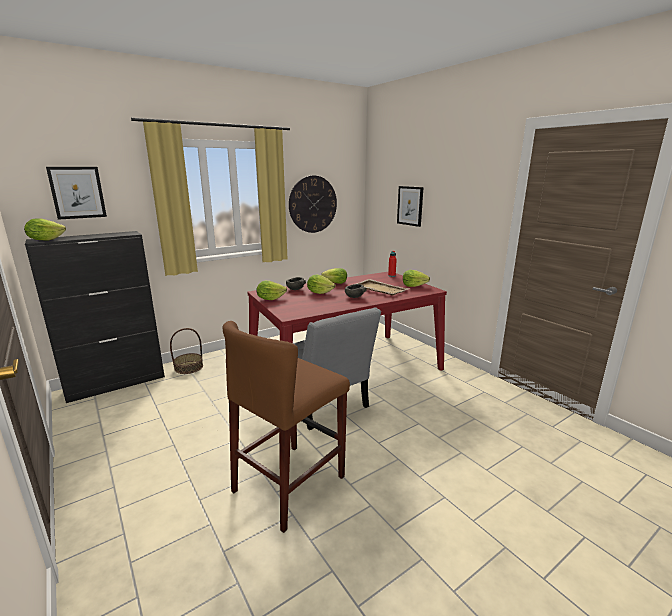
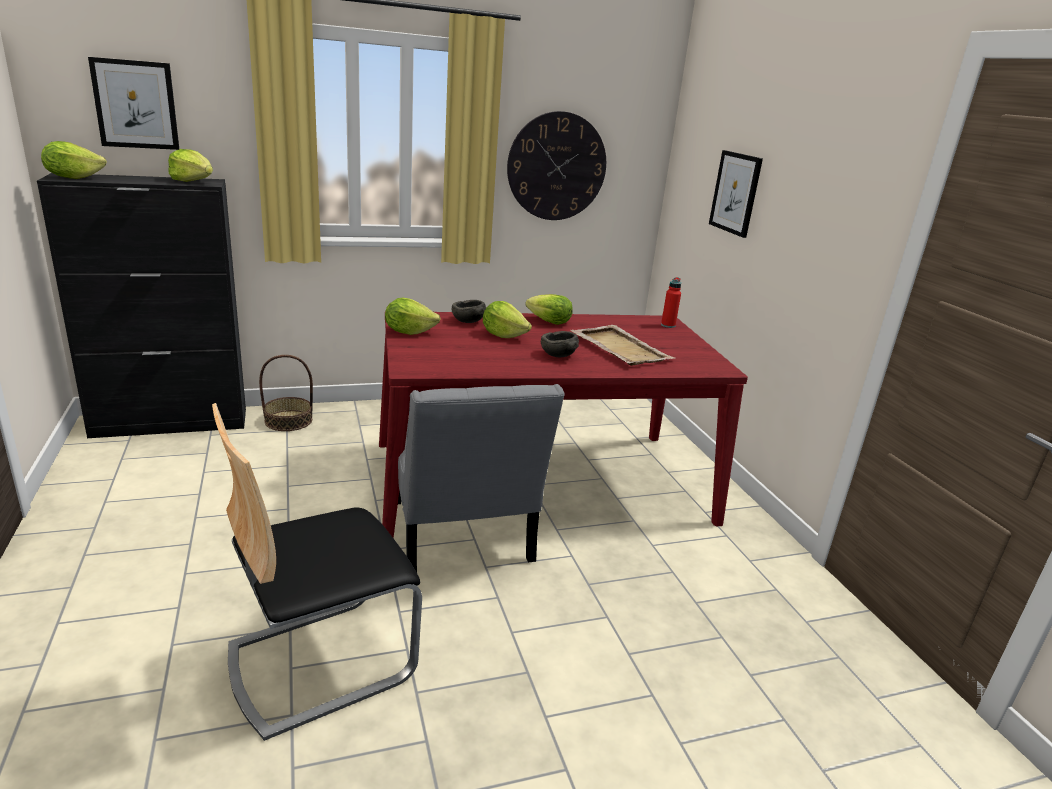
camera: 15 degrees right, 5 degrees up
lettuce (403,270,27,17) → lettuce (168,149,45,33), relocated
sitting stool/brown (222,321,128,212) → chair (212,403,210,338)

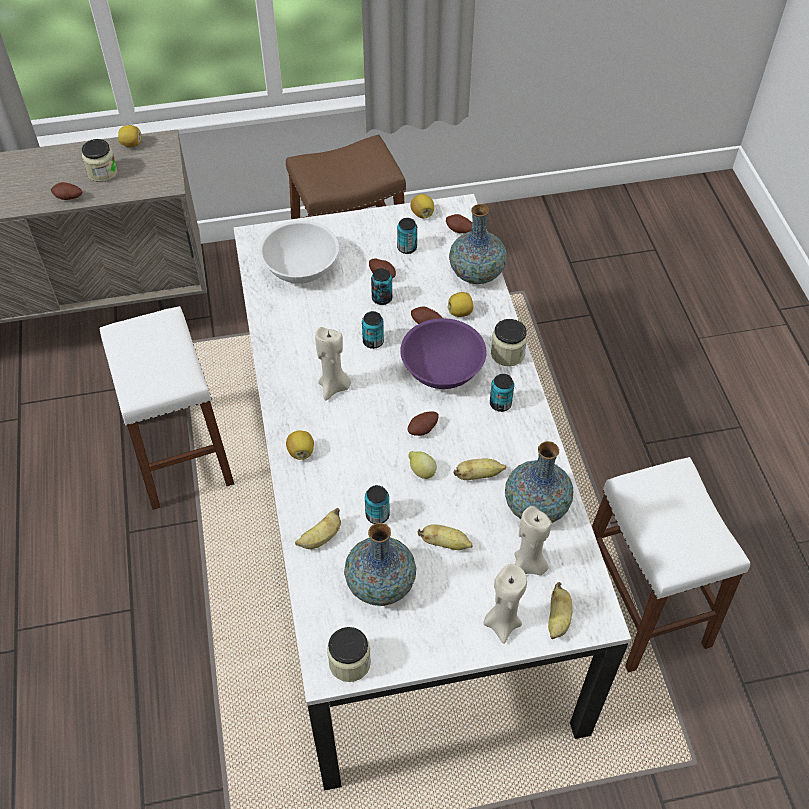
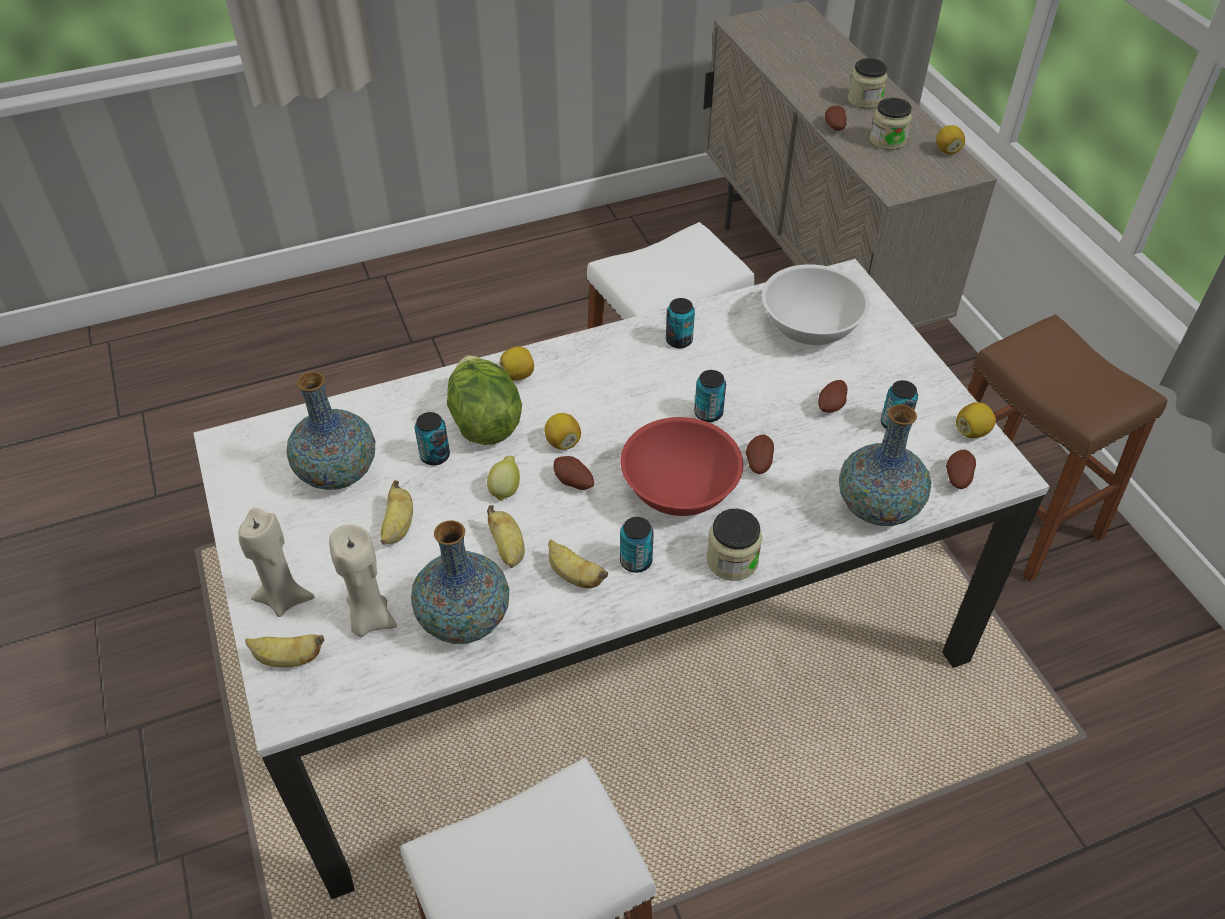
camera: 80 degrees right, 5 degrees down
wax candle/beige (315,327,36,73) → -
- → lettuce (447,355,75,90)
banana (295,508,46,41) → banana (548,539,60,49), relocated
preserve jar (327,627,44,55) → preserve jar (848,58,40,51), relocated
can (371,268,21,37) → can (666,298,29,50), relocated
whole lemon (448,292,25,25) → whole lemon (544,413,37,37), relocated
deep dish/purplish (400,318,87,71) → deep dish/red (620,417,123,99)

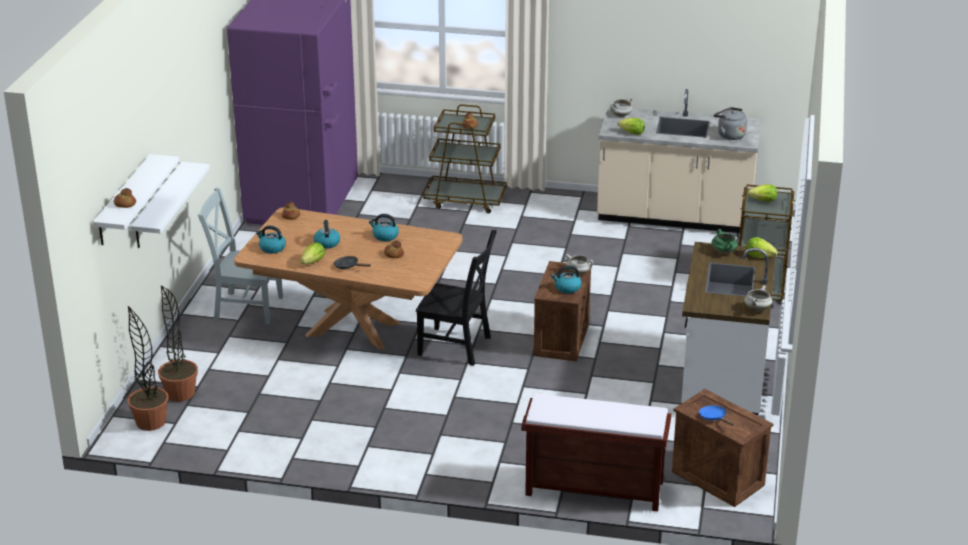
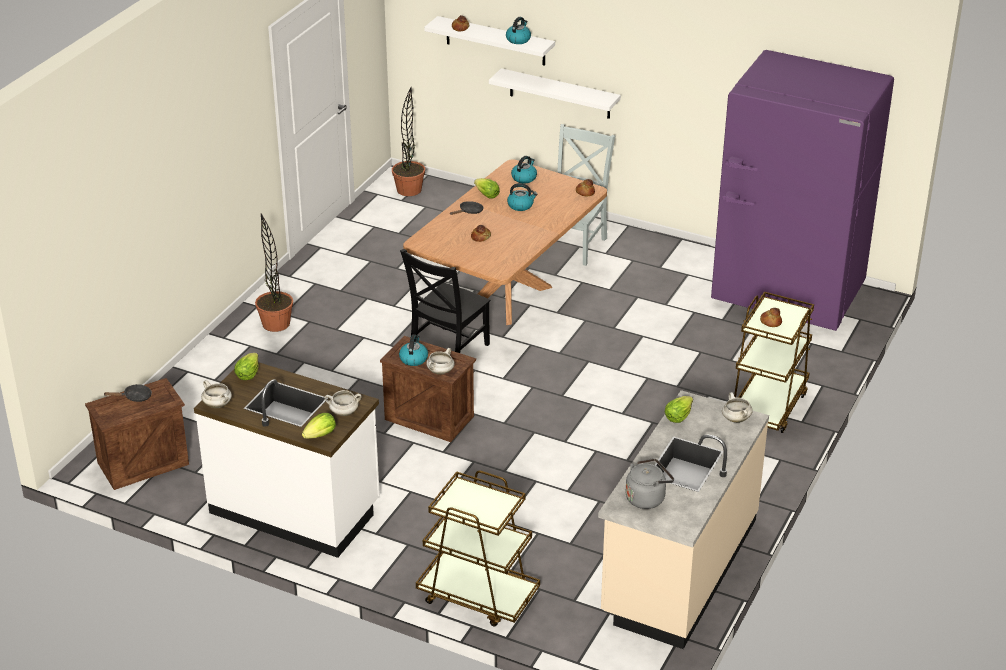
camera: 105 degrees right, 5 degrees up
bench/brown (521,393,151,118) → -
houseplant (158,286,40,116) → houseplant (255,213,38,119), relocated
tea kettle (369,214,30,27) → tea kettle (506,17,25,27), relocated
lettuce (747,184,30,18) → lettuce (234,353,25,27), relocated
skillet/bluish (699,405,35,21) → skillet/black (104,384,48,18)
stockpot/greenish (711,229,27,25) → stockpot/whitish (325,390,37,26)

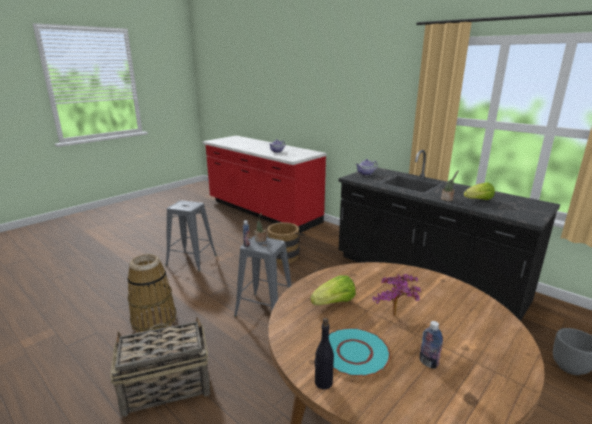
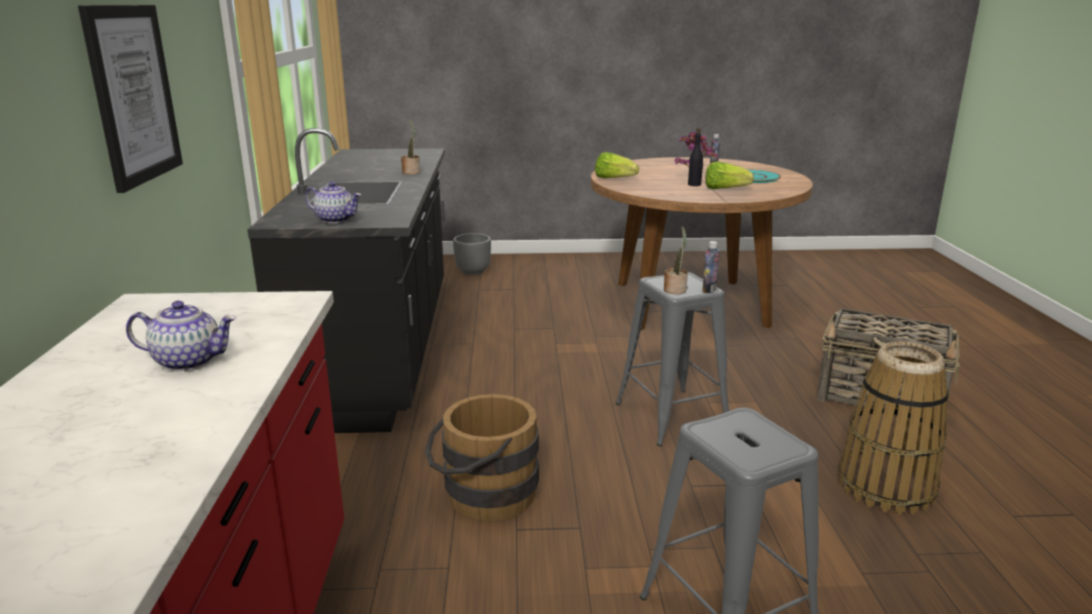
camera: 135 degrees left, 0 degrees up
- → picture (78,5,105,188)
drink bottle/black (315,318,19,72) → drink bottle/black (688,128,15,58), relocated
lettuce (464,182,31,18) → lettuce (595,152,44,26), relocated

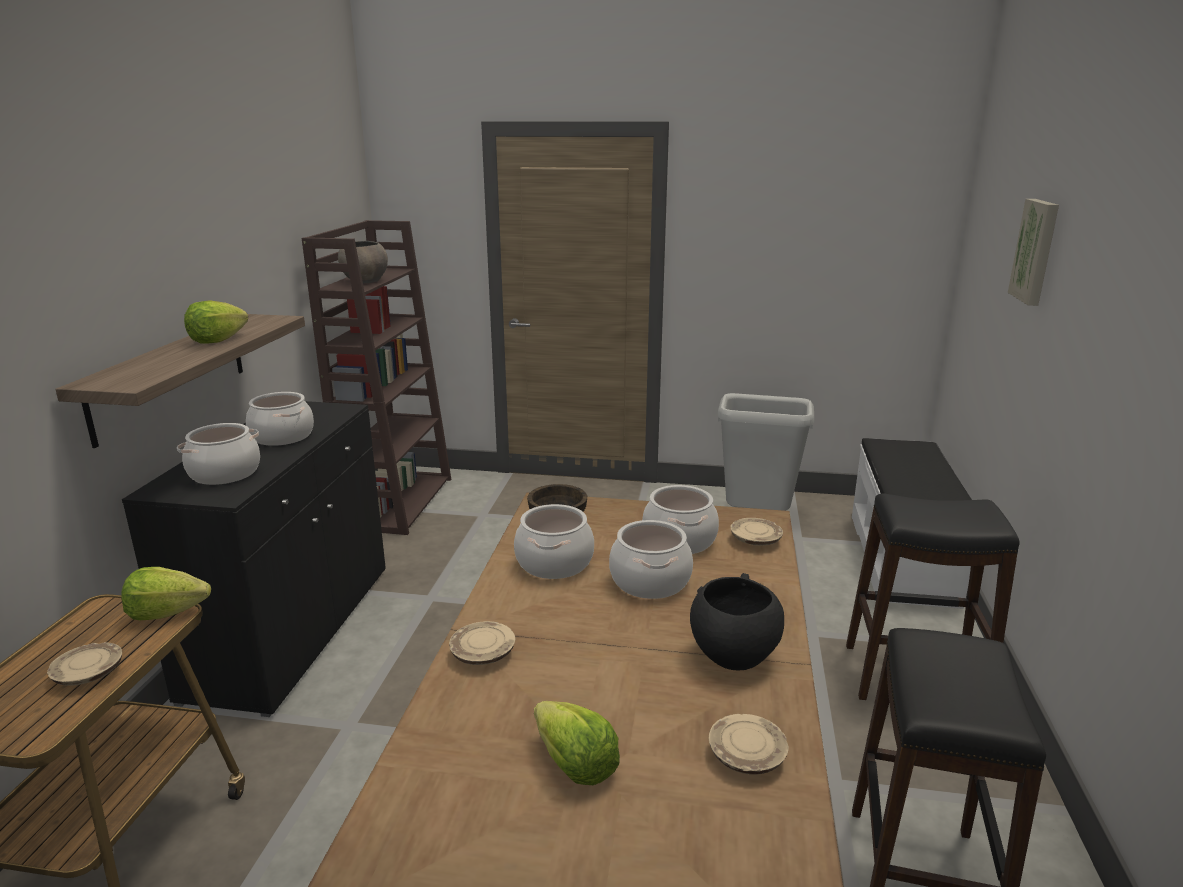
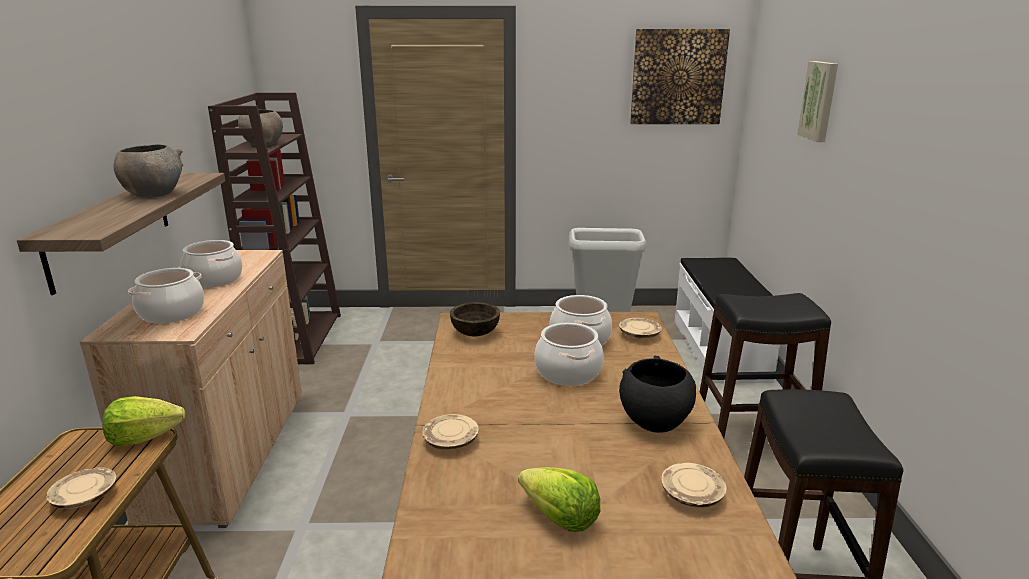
camera: 10 degrees left, 0 degrees up
stockpot (514,504,80,75) → -
- → picture (630,29,100,95)
lettuce (184,300,64,44) → deep dish/grey (114,144,69,54)
cabinet/black (122,401,264,316) → cabinet/beige (80,250,222,278)

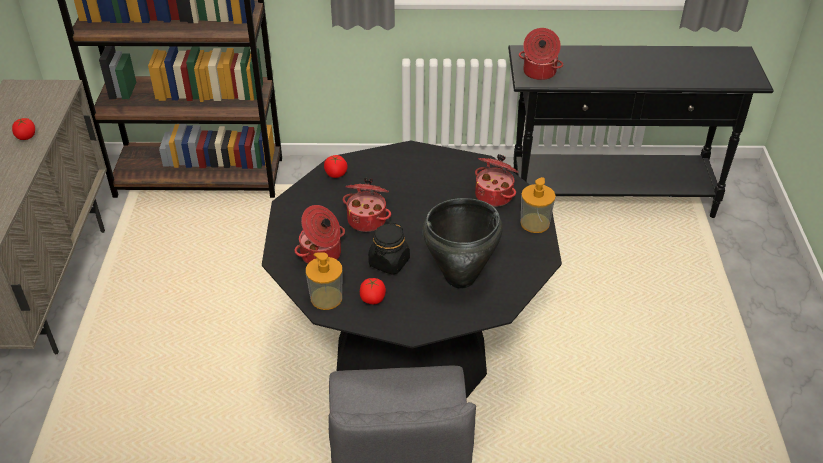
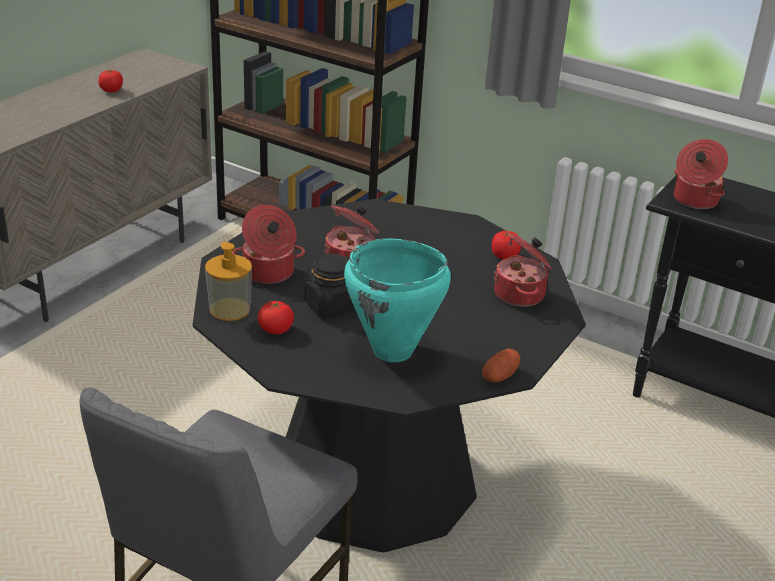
camera: 30 degrees right, 10 degrees down
soap bottle (520,177,36,56) → -
- → whole potato (482,349,39,33)
fresh tomato (324,155,24,23) → fresh tomato (492,231,29,28), relocated
stockpot/black (422,198,81,91) → stockpot/blue-green (344,239,107,123)

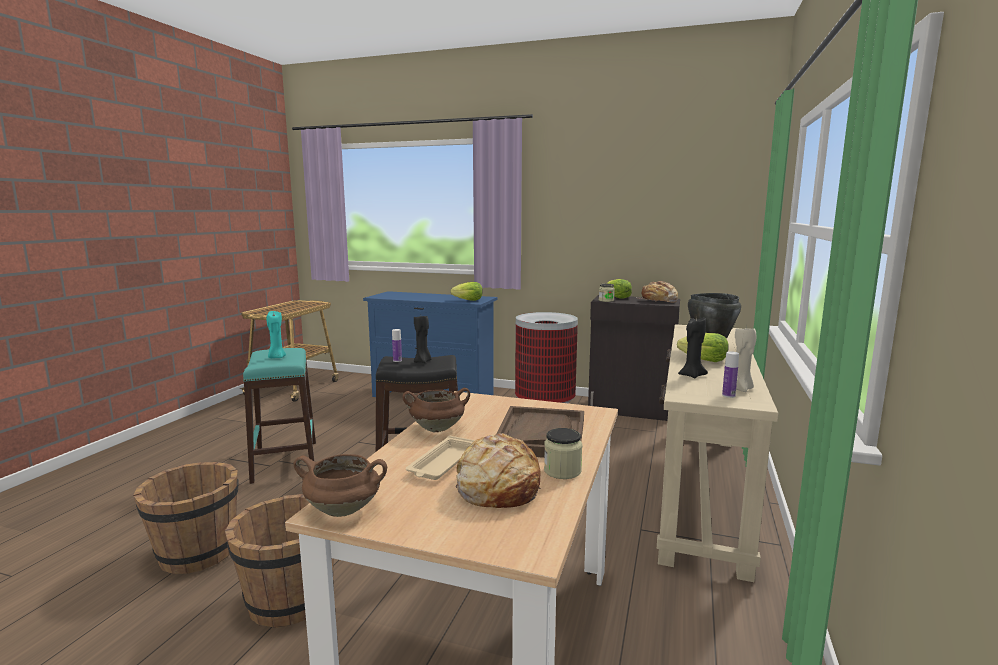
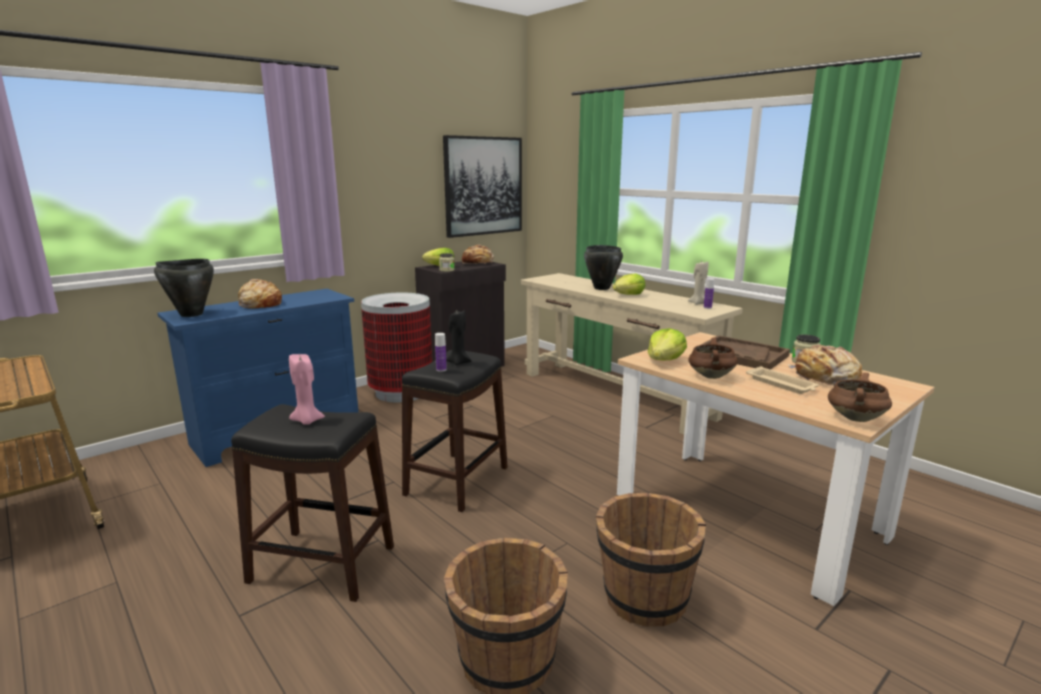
camera: 60 degrees left, 5 degrees up
wax candle/black (678,317,30,61) → -
- → stockpot/black (154,259,60,58)
- → baked bread (238,279,44,30)
- → picture (443,135,79,103)
lettuce (450,282,33,19) → lettuce (648,328,39,33), relocated
sitting stool/blue-green (243,348,73,136) → sitting stool/black (231,404,163,198)
wax candle/blue-green (266,310,20,48) → wax candle/pink-coloured (289,354,36,71)

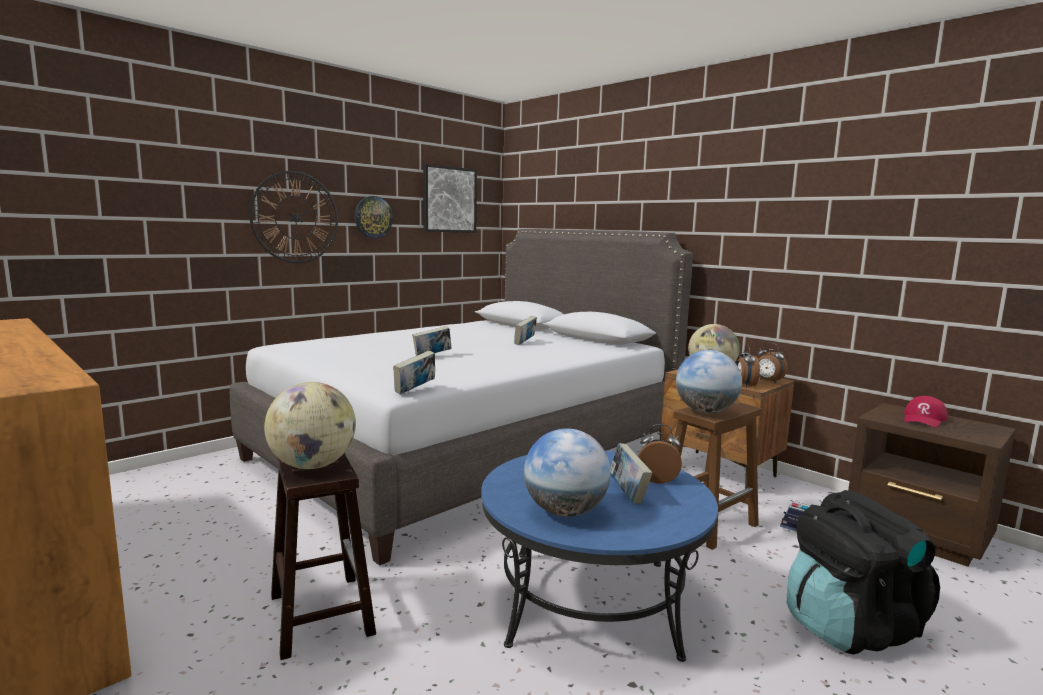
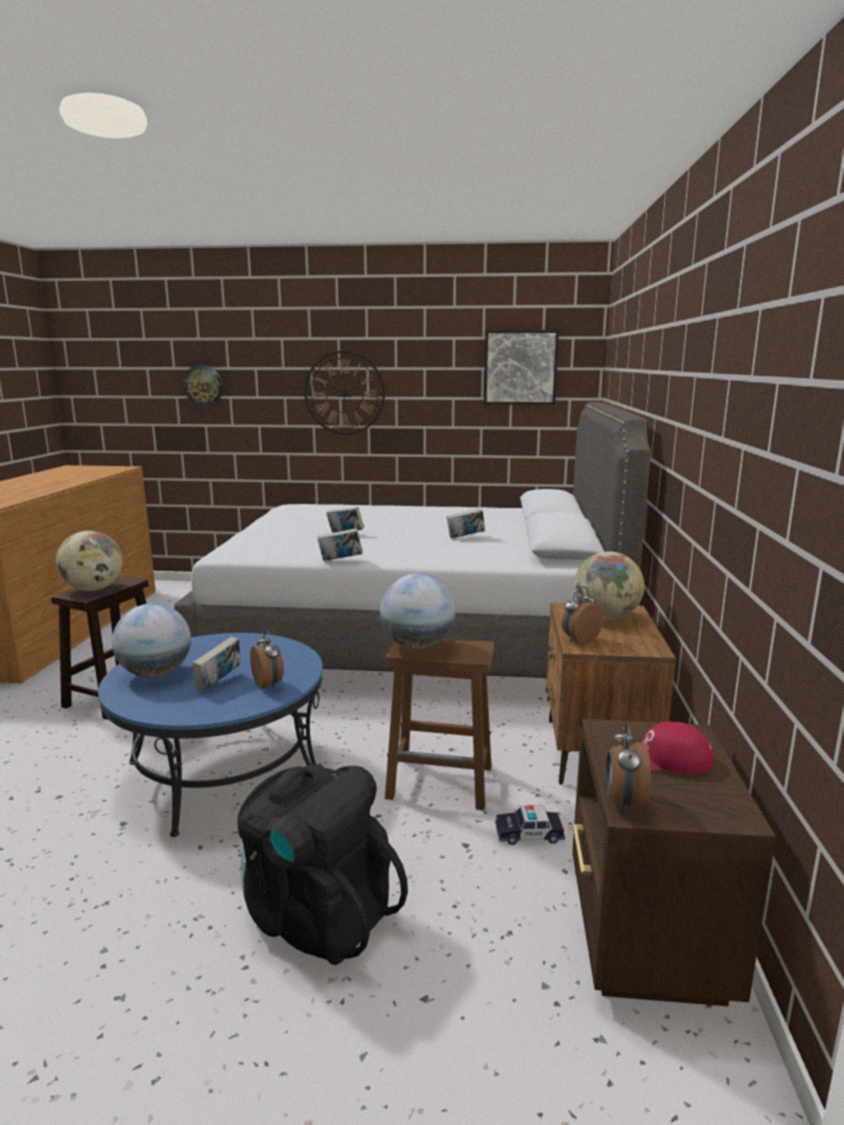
camera: 50 degrees right, 5 degrees up
hanging clock (355,196,38,42) → hanging clock (183,365,40,41), relocated
volume (393,351,42,43) → volume (317,528,46,33), relocated
alarm clock (757,343,31,40) → alarm clock (606,722,45,92), relocated

